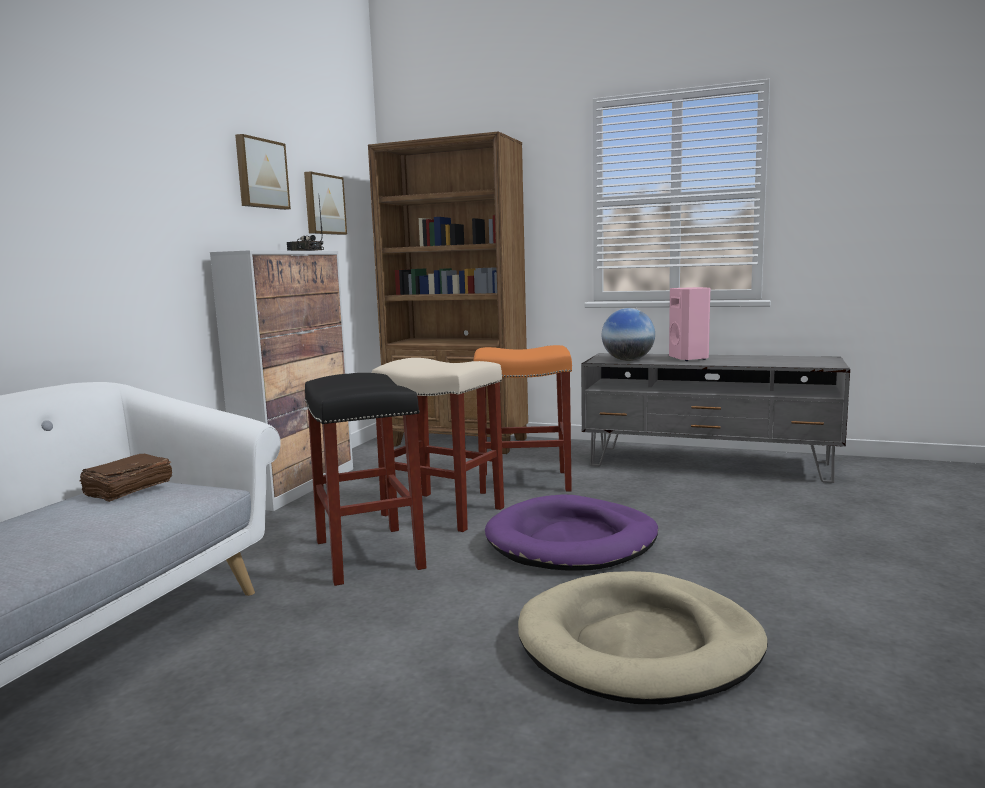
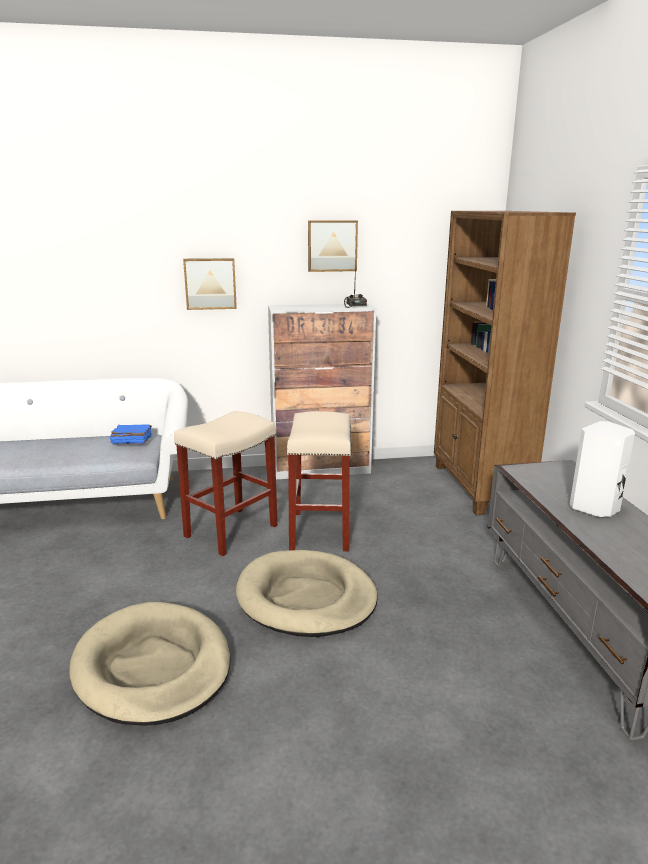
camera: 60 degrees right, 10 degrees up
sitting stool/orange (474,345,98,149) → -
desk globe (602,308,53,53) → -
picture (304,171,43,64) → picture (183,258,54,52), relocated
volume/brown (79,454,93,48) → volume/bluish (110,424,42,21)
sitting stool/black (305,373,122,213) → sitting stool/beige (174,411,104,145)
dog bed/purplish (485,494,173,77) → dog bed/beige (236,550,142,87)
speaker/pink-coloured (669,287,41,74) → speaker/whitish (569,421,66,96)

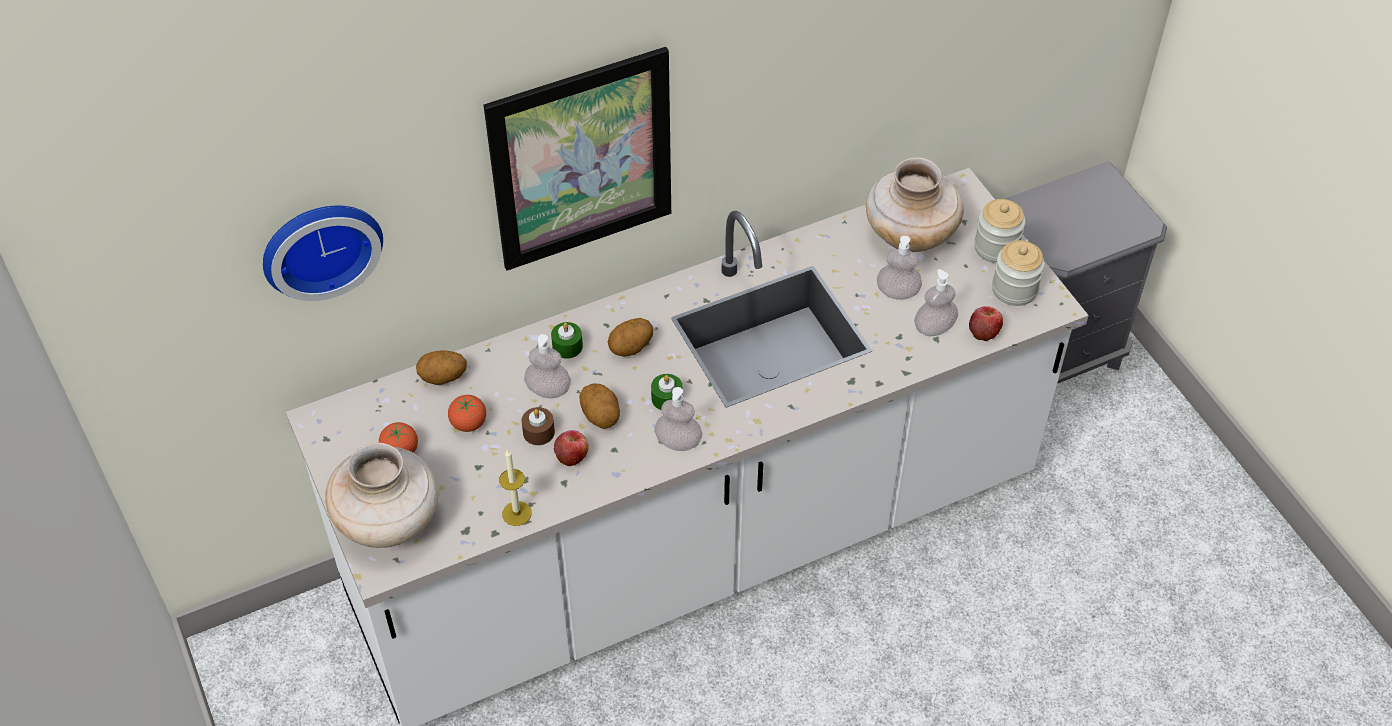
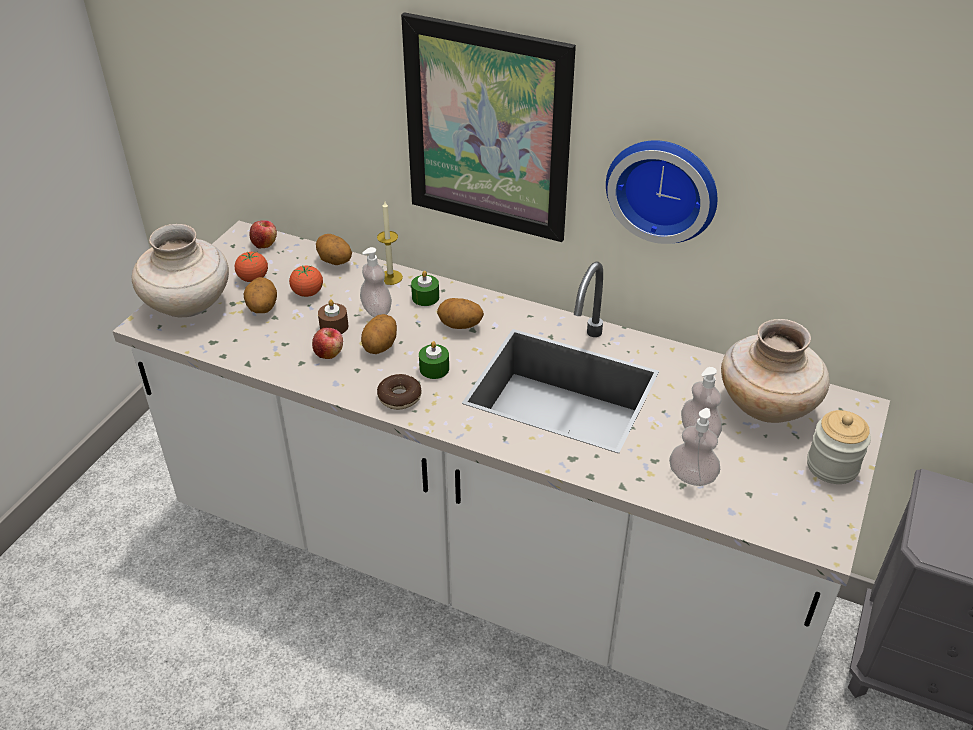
camera: 50 degrees right, 10 degrees down
preserve jar (992,240,53,66) → -
- → whole potato (243,277,34,36)
hanging clock (263,206,120,95) → hanging clock (606,140,112,104), relocated
wax candle (499,449,33,77) → wax candle (377,201,26,84), relocated
apple (969,306,34,35) → apple (249,220,28,28), relocated
soap bottle (654,387,48,64) → doughnut (377,374,44,36)

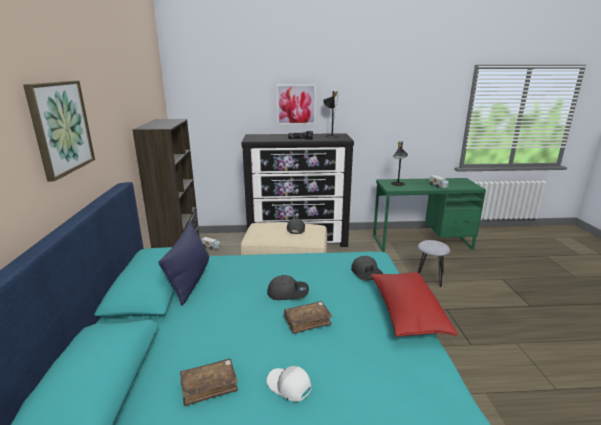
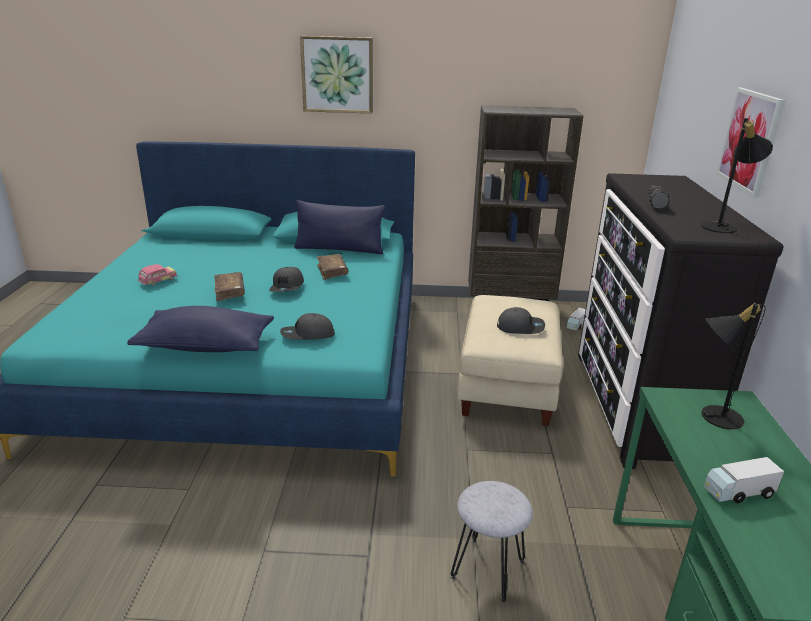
camera: 95 degrees right, 5 degrees up
volume/brown (180,358,58,48) → volume/brown (316,254,32,26), relocated
cap/whitish (267,366,44,36) → miniature car (138,264,39,22)
throw pillow/red (371,272,86,65) → throw pillow/bluish (127,306,147,46)

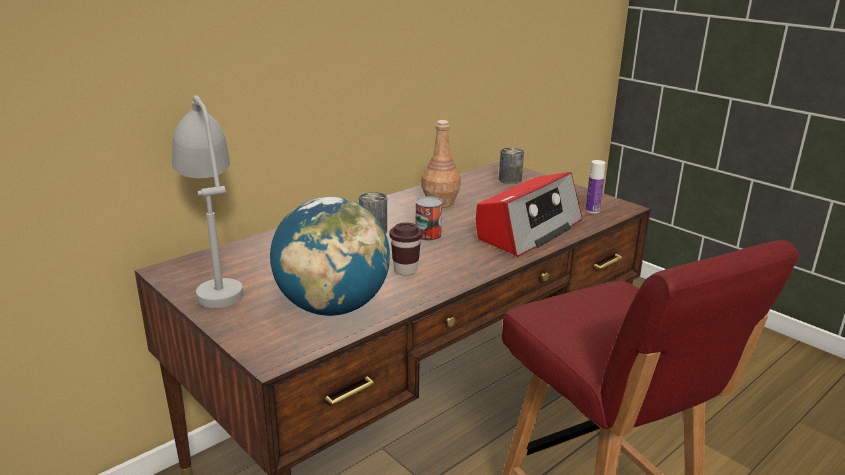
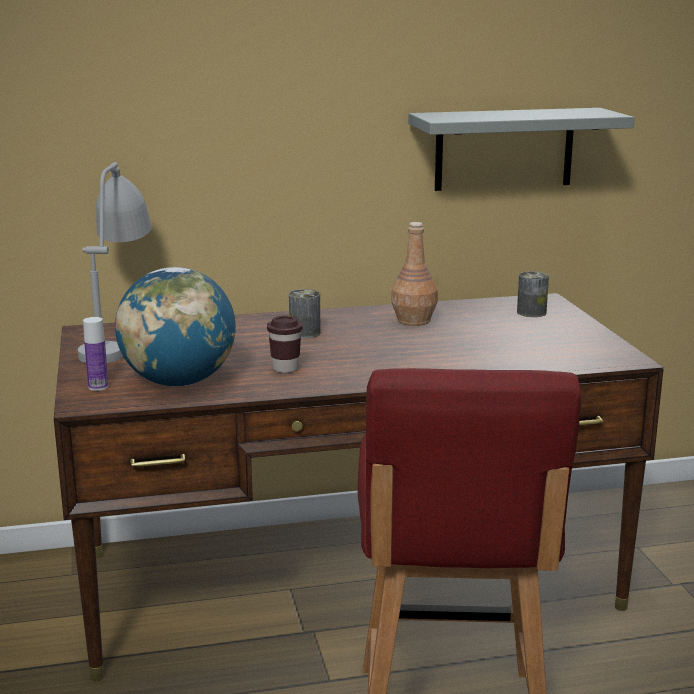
camera: 30 degrees right, 5 degrees down
can (415,196,28,46) → -
radio set (476,172,106,85) → -
- → shelf/grey (408,108,226,83)
drink bottle (585,160,21,53) → drink bottle (83,317,25,74), relocated

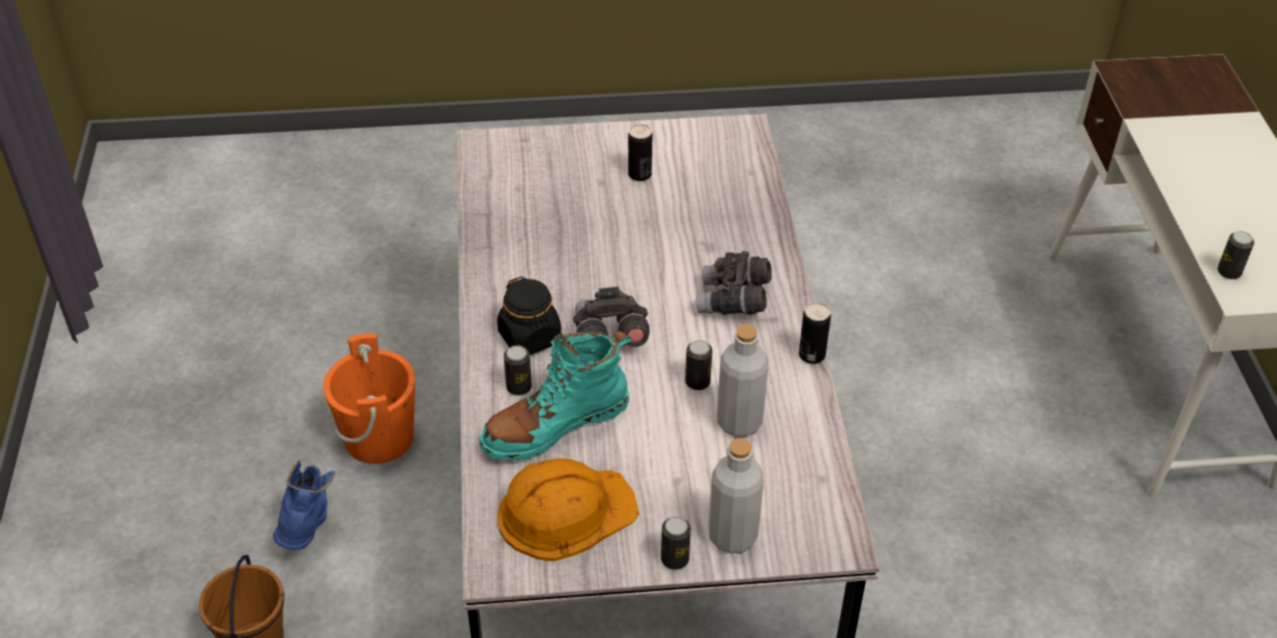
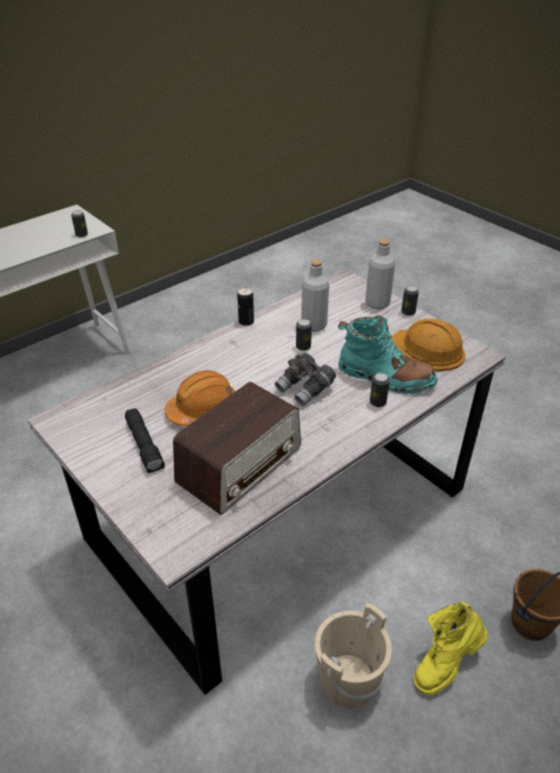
camera: 125 degrees left, 5 degrees down
preserve jar/black (497,276,64,79) → -
binoculars/grey (695,251,77,64) → -
- → work helmet/orange (165,370,70,56)
- → radio set (173,381,128,134)
can (628,124,24,57) → torch/black (125,408,40,65)
high-top boot/bluish (273,460,63,90) → high-top boot/yellow-coloured (413,601,75,94)
pail/orange (323,333,92,131) → pail/beige (315,603,77,105)

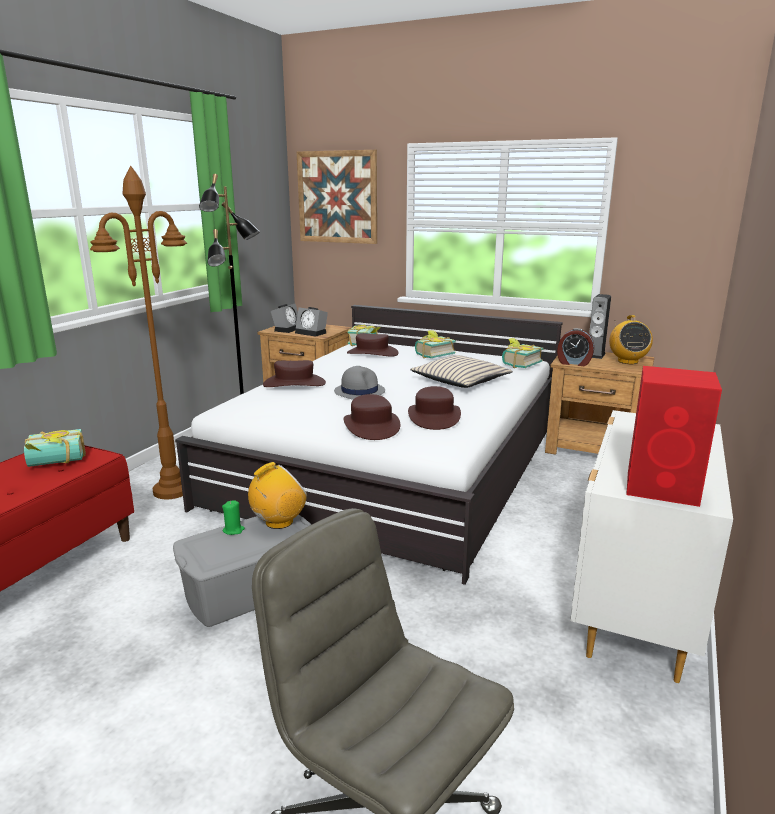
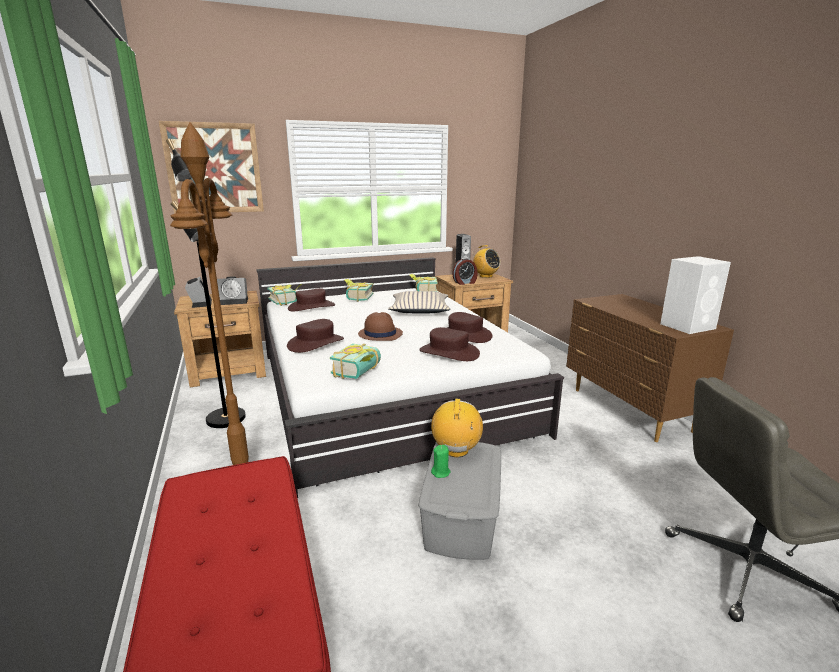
camera: 45 degrees left, 0 degrees up
volume (24,429,62,38) → volume (330,343,51,36), relocated
clothing hat/grey (334,366,51,34) → clothing hat/brown (358,312,45,29)
chest of drawers/whitish (570,410,163,273) → chest of drawers/brown (566,294,168,148)
speaker/red (626,366,96,141) → speaker/whitish (660,256,71,78)

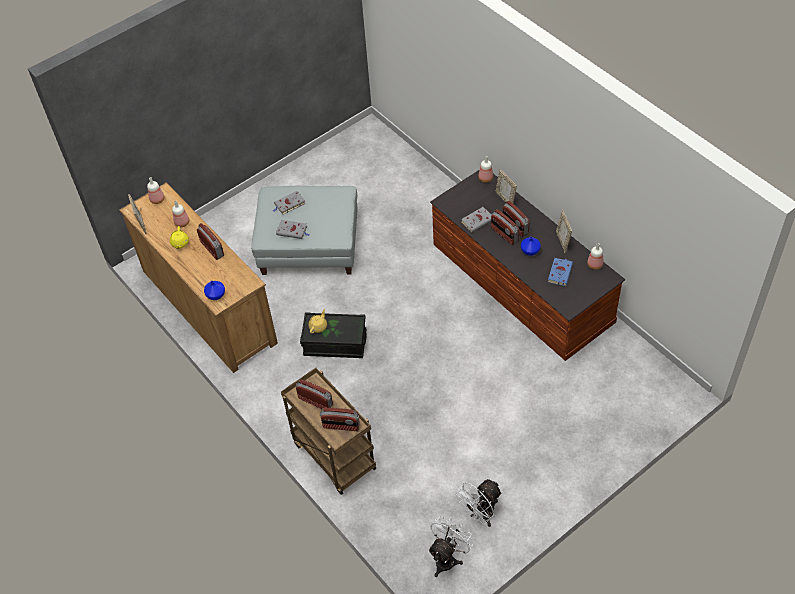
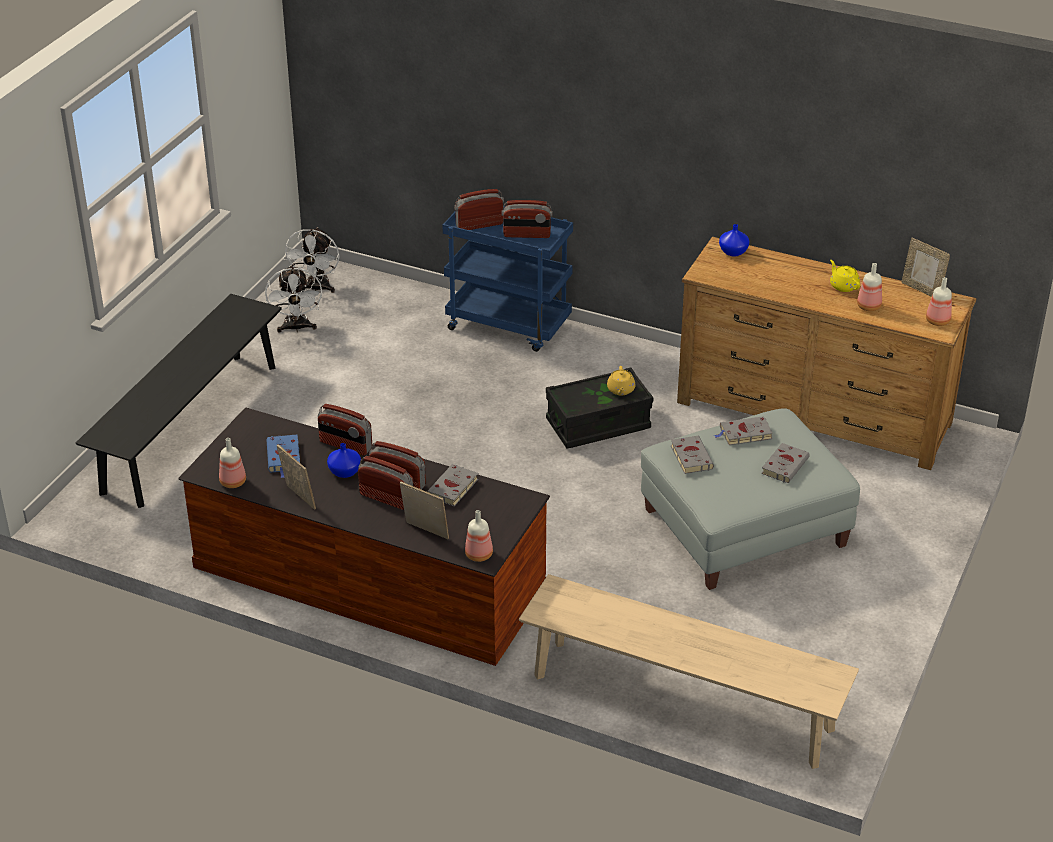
camera: 150 degrees right, 15 degrees down
- → bench/black (76,294,206,214)
- → bench/beige (519,574,340,195)
- → volume/grey (671,436,43,38)
radio set (197,223,27,37) → radio set (318,404,54,52), relocated
wheeled cart/brown (281,368,95,127) → wheeled cart/bluish (443,206,130,146)
electric fan/whitish (456,479,46,48) → electric fan/whitish (265,265,57,67), 150 degrees clockwise

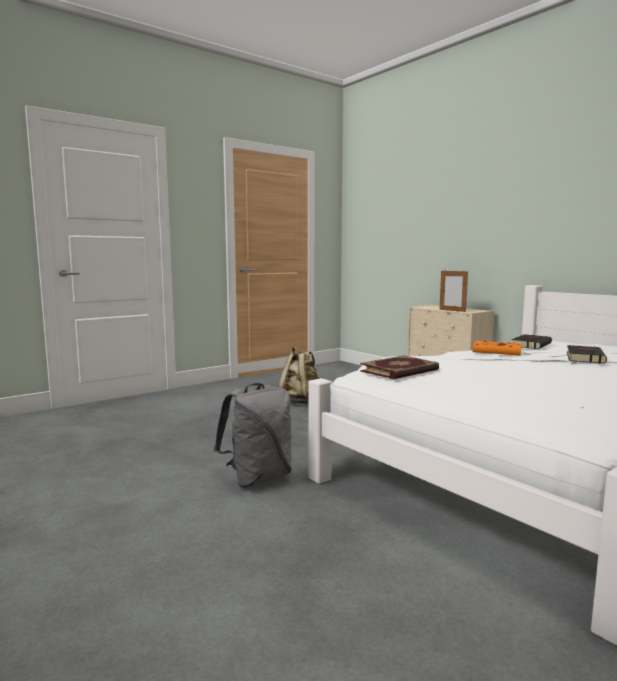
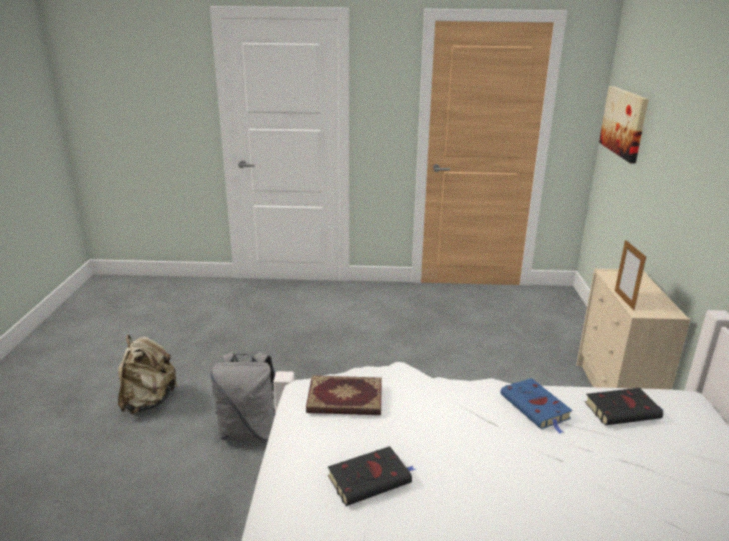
camera: 40 degrees right, 15 degrees up
- → picture (599,86,50,77)
rucksack/beige (278,346,45,58) → rucksack/beige (118,335,60,79), relocated
volume/black (567,345,40,19) → volume/black (328,446,88,60), relocated
volume/orange (472,341,59,15) → volume/bluish (500,378,73,56)

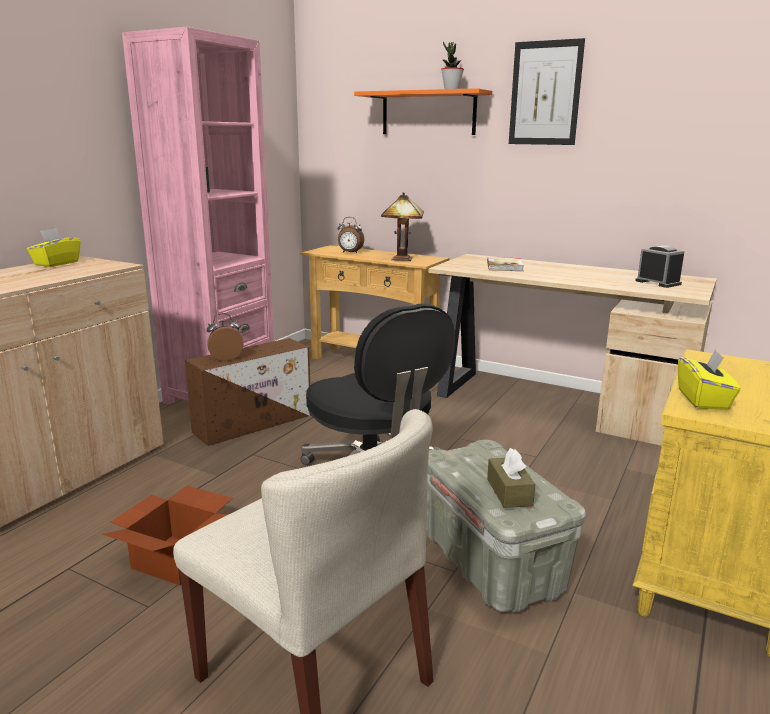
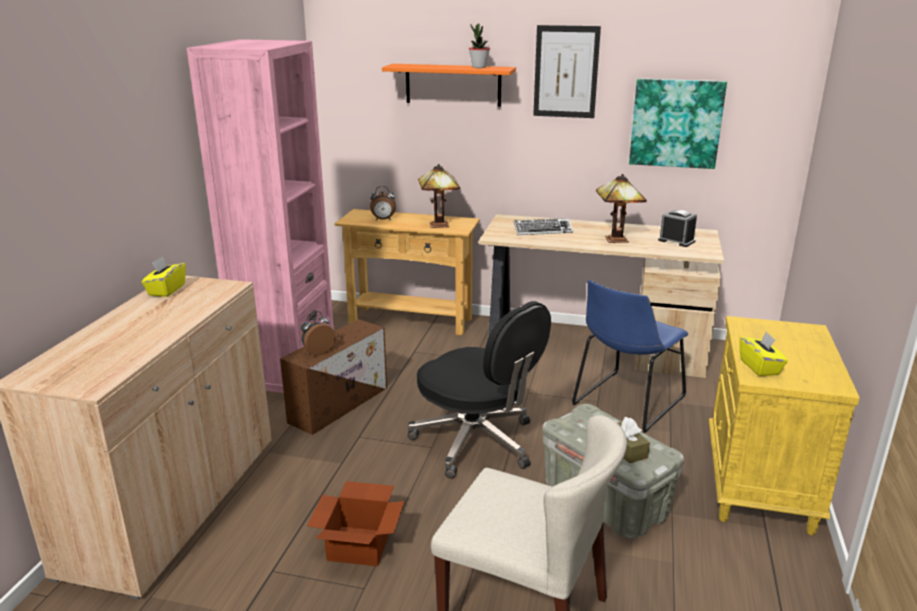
camera: 15 degrees left, 5 degrees up
- → chair/bluish (572,280,116,153)
- → lamp for a table (596,174,51,69)
- → picture (629,79,98,90)
volume (487,257,37,14) → computer keyboard (514,218,59,17)

